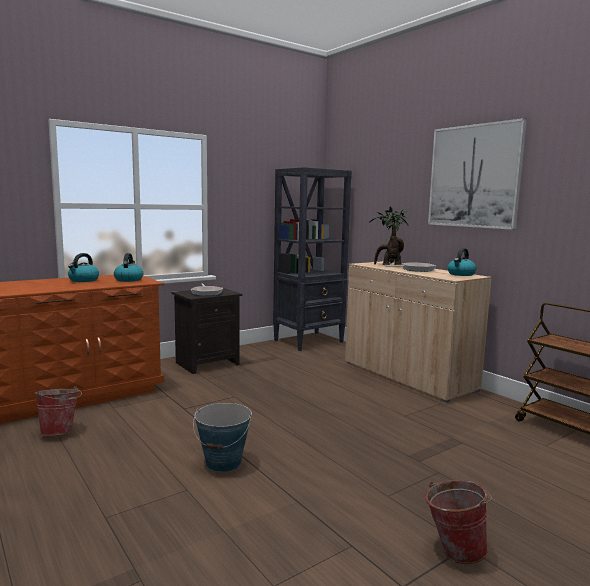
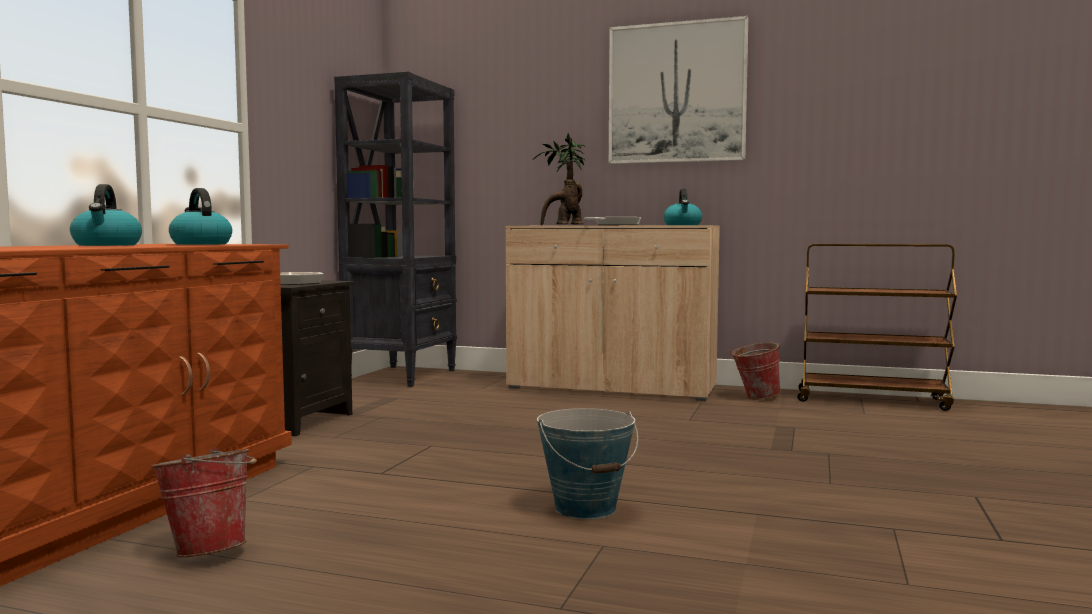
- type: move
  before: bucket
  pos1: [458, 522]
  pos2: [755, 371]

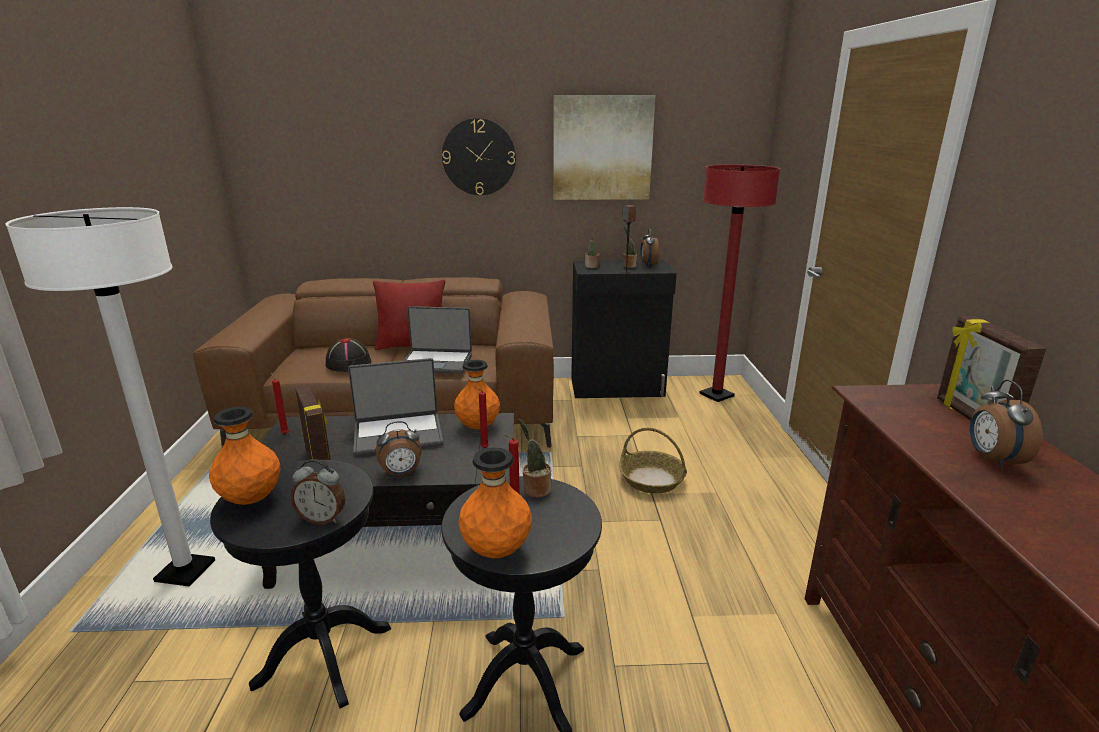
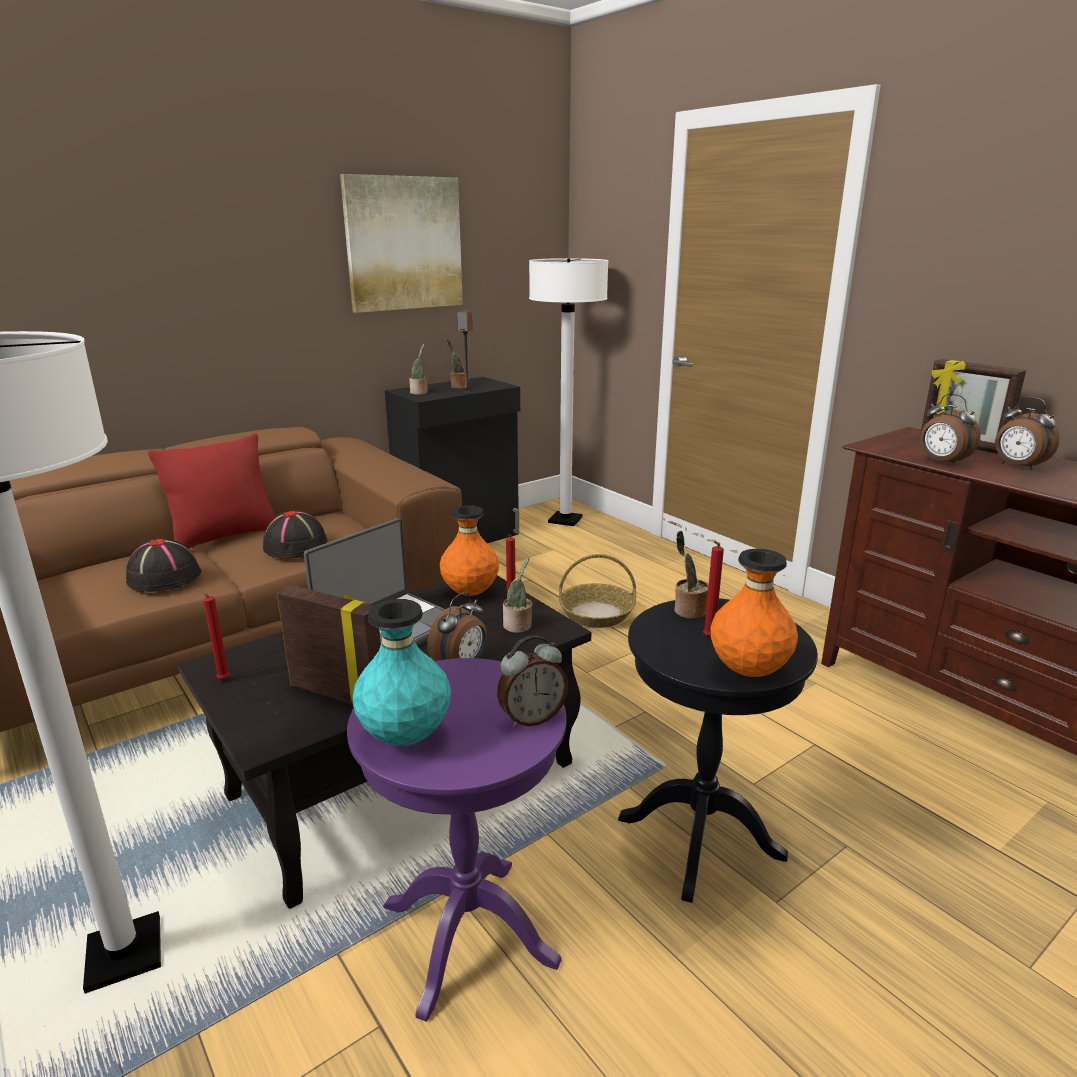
- type: delete
  before: wall clock
  pos1: [479, 156]
- type: recolor
  before: floor lamp in red
  after: floor lamp in white
  pos1: [739, 283]
  pos2: [569, 392]
- type: move
  before: alarm clock
  pos1: [649, 247]
  pos2: [950, 430]
- type: replace
  before: laptop
  after: hat in black
  pos1: [437, 340]
  pos2: [295, 535]
- type: recolor
  before: vase in orange
  after: vase in turquoise
  pos1: [245, 456]
  pos2: [402, 672]
- type: recolor
  before: side table in black
  after: side table in purple
  pos1: [300, 584]
  pos2: [457, 840]
- type: insert
  after: potted plant
  pos2: [517, 595]

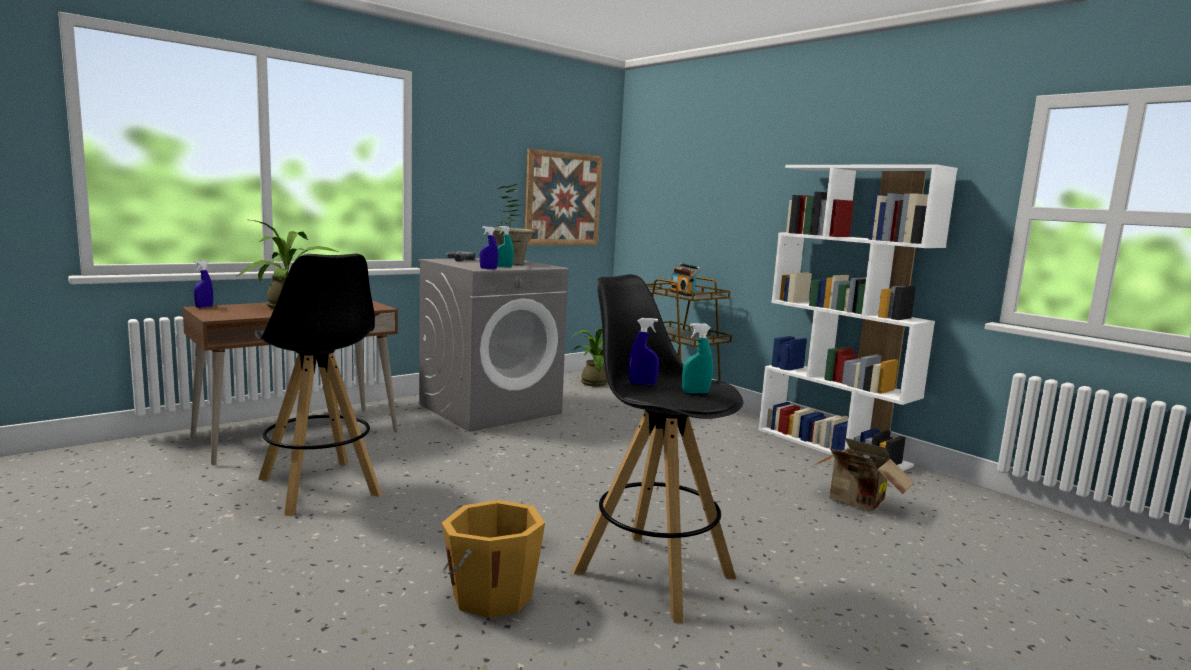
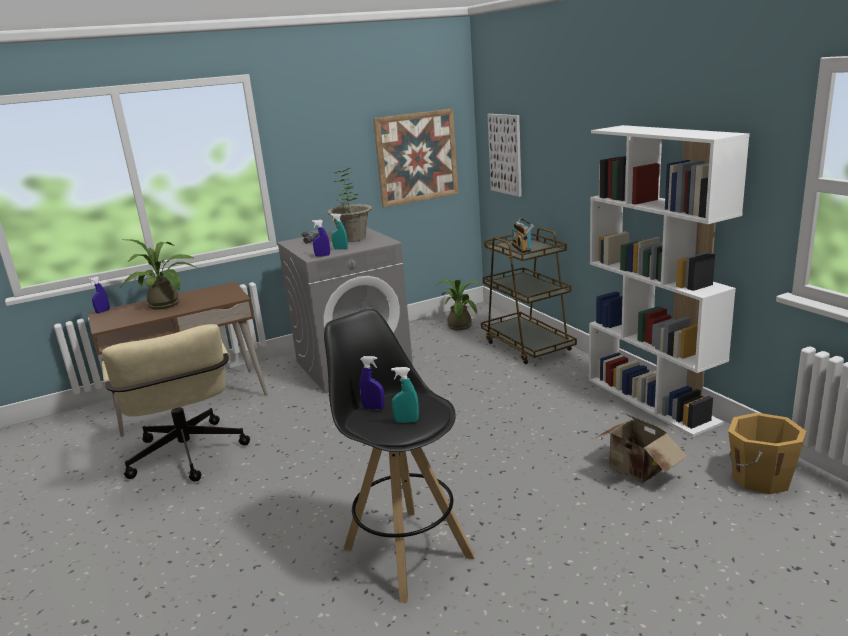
- type: replace
  before: stool in black
  after: office chair in beige
  pos1: [318, 384]
  pos2: [176, 403]
- type: move
  before: bucket in orange
  pos1: [493, 559]
  pos2: [767, 453]
- type: insert
  after: picture
  pos2: [504, 155]

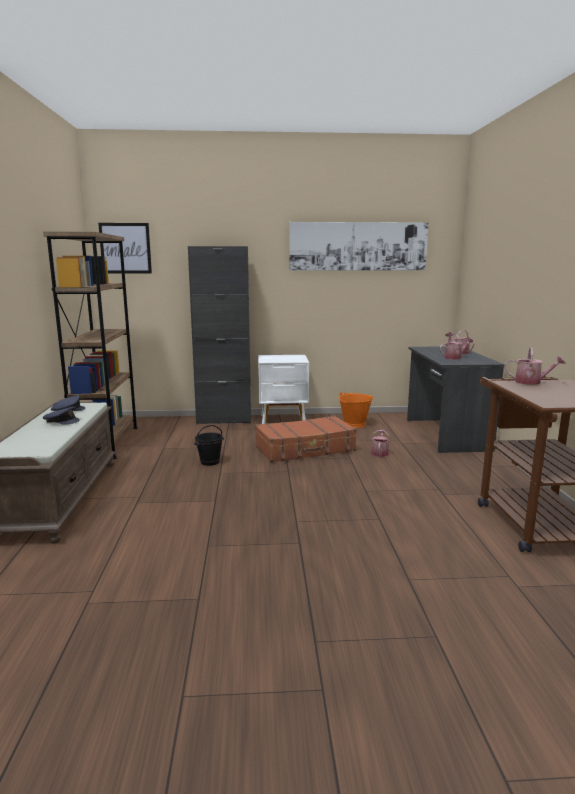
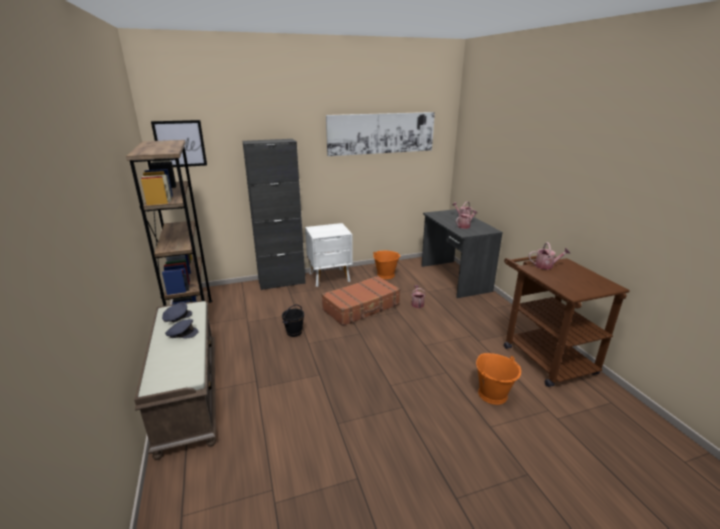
- type: insert
  after: bucket in orange
  pos2: [498, 379]

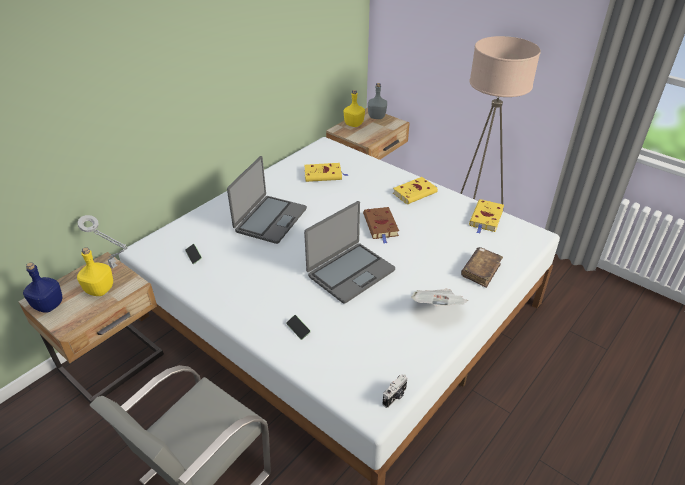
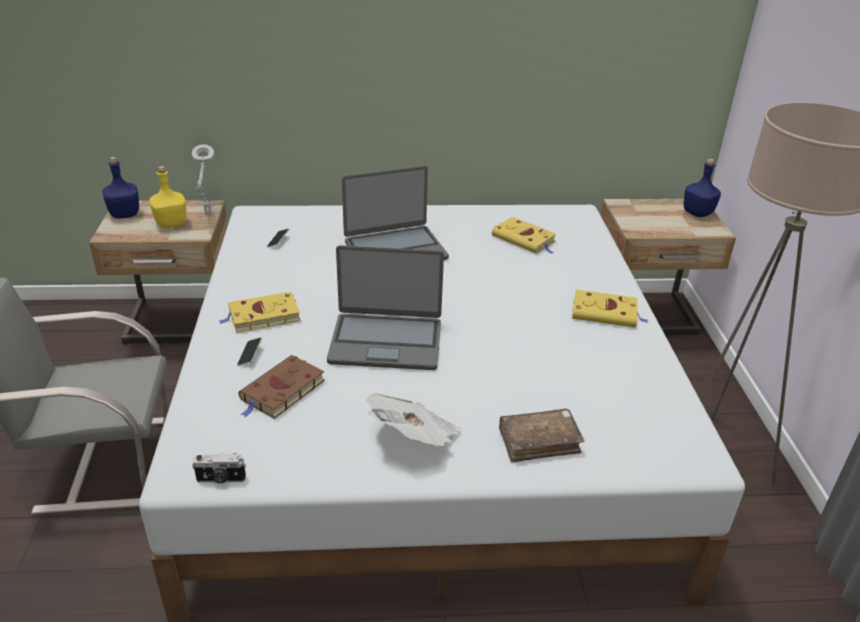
- type: recolor
  before: bottle in grey
  after: bottle in blue
  pos1: [377, 101]
  pos2: [702, 188]
- type: delete
  before: bottle in yellow
  pos1: [354, 108]
- type: move
  before: book in yellow
  pos1: [486, 216]
  pos2: [259, 312]
- type: move
  before: book in brown
  pos1: [381, 225]
  pos2: [282, 387]

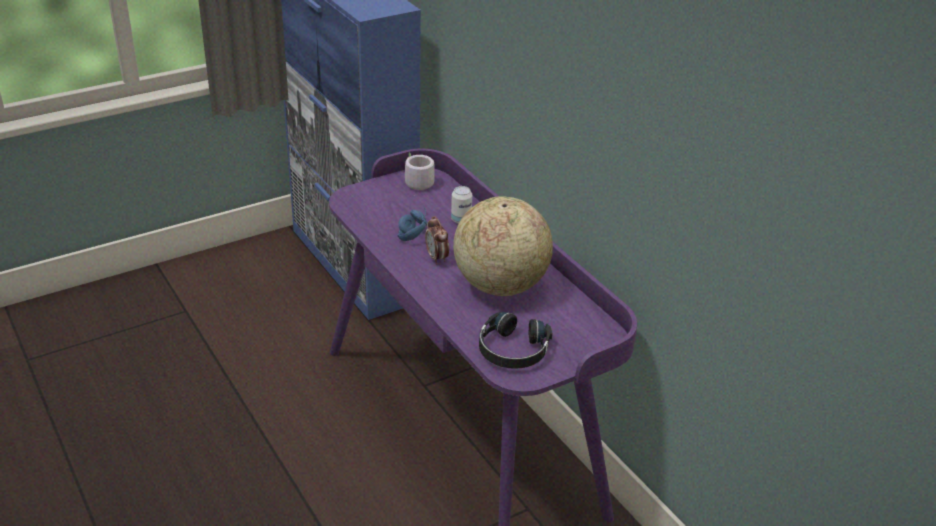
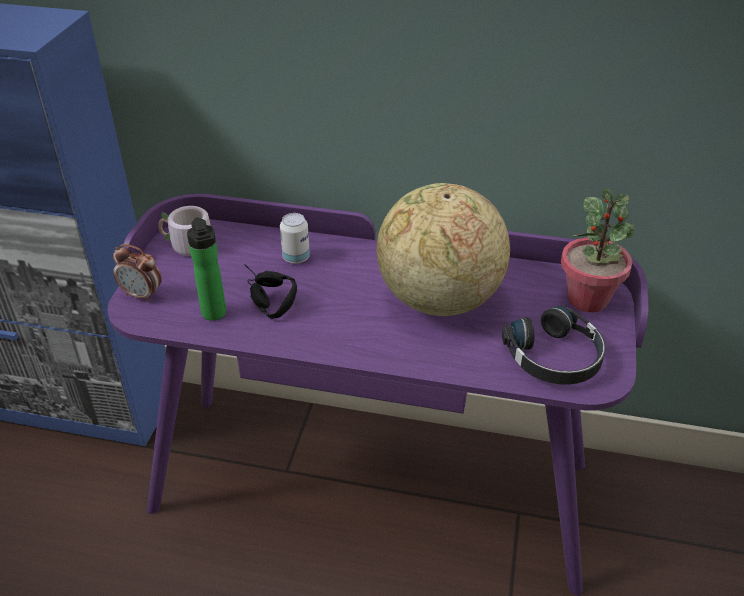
- type: recolor
  before: headphones in blue
  after: headphones in black
  pos1: [412, 223]
  pos2: [270, 291]
- type: move
  before: alarm clock
  pos1: [437, 240]
  pos2: [137, 273]
- type: insert
  after: potted plant
  pos2: [598, 250]
- type: insert
  after: bottle
  pos2: [206, 269]

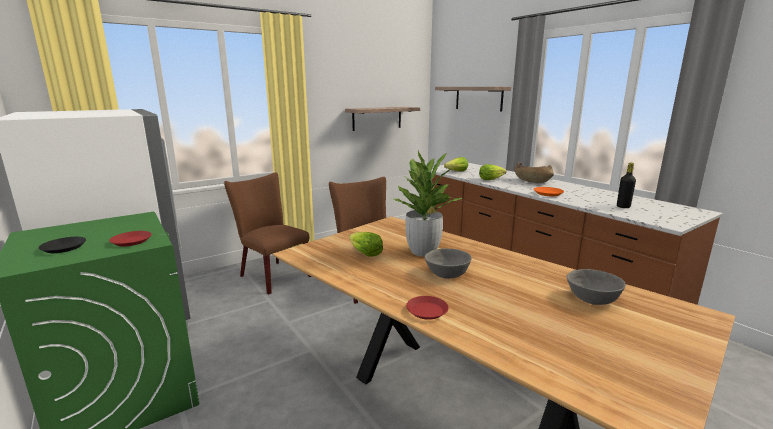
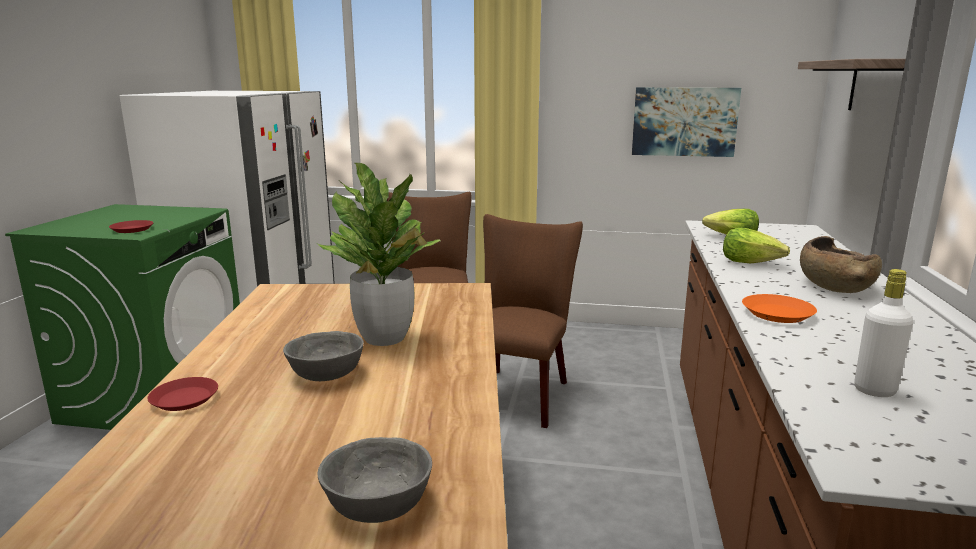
- type: replace
  before: shelf
  after: picture
  pos1: [382, 119]
  pos2: [686, 122]
- type: recolor
  before: bottle in black
  after: bottle in white
  pos1: [626, 185]
  pos2: [884, 333]
- type: delete
  before: lettuce
  pos1: [366, 244]
- type: delete
  before: plate in black
  pos1: [62, 245]

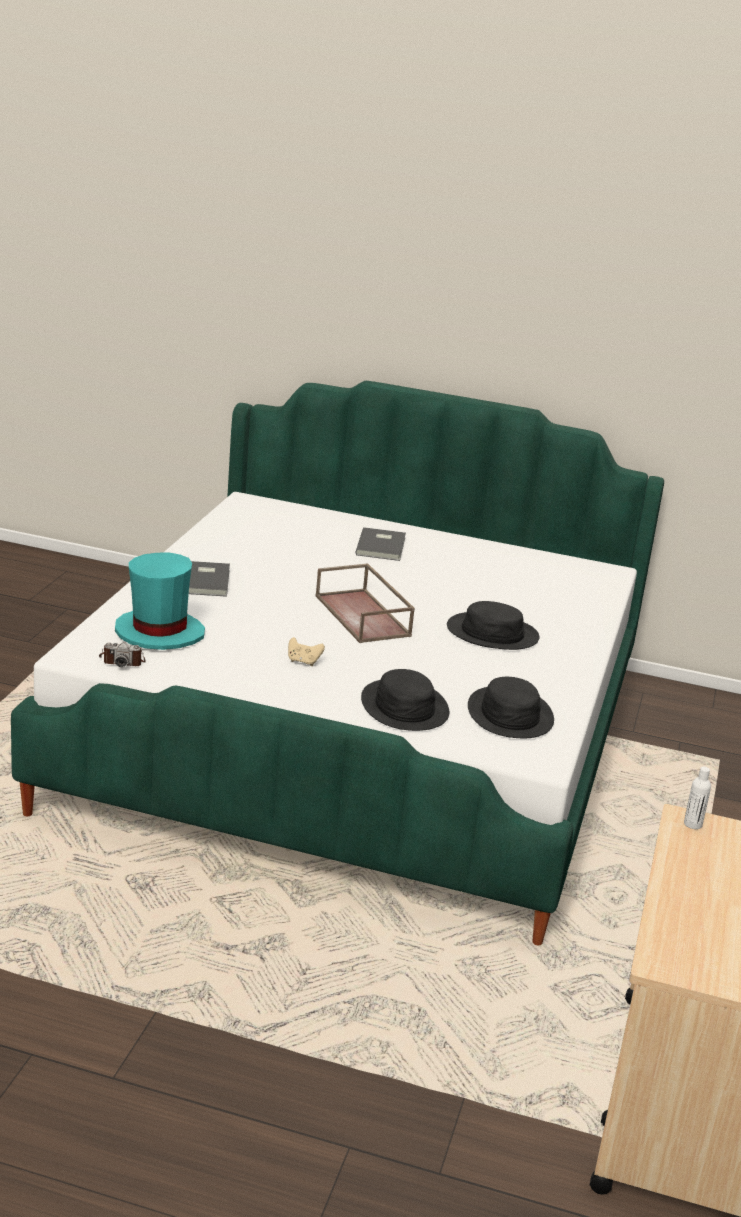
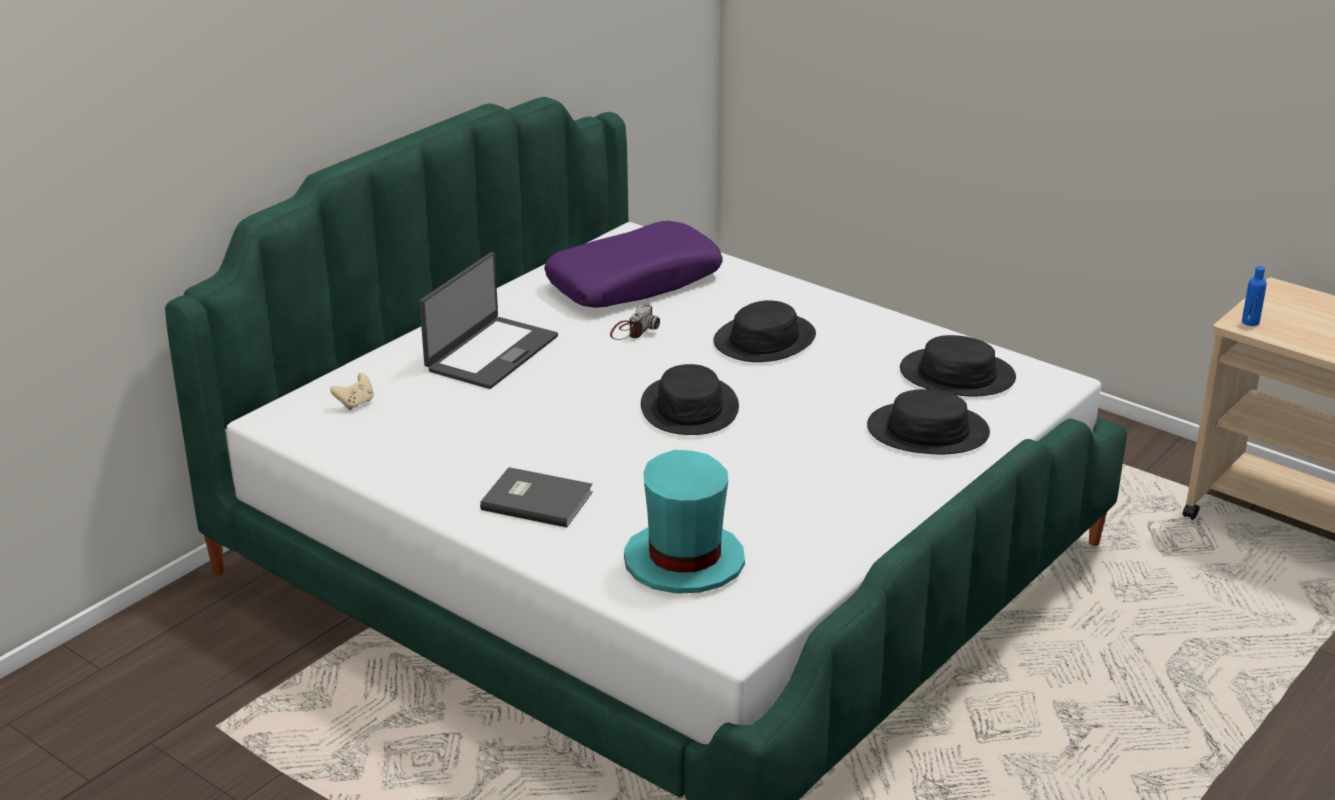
- type: replace
  before: book in grey
  after: laptop
  pos1: [380, 544]
  pos2: [488, 320]
- type: replace
  before: tray in brown
  after: hat in black
  pos1: [365, 603]
  pos2: [690, 399]
- type: move
  before: game controller in beige
  pos1: [306, 651]
  pos2: [352, 391]
- type: move
  before: photo camera
  pos1: [122, 654]
  pos2: [635, 321]
- type: recolor
  before: bottle in white
  after: bottle in blue
  pos1: [697, 798]
  pos2: [1254, 296]
- type: insert
  after: pillow in purple
  pos2: [633, 264]

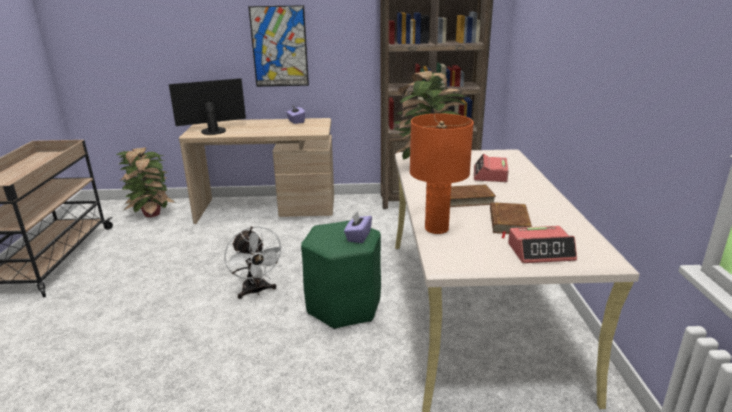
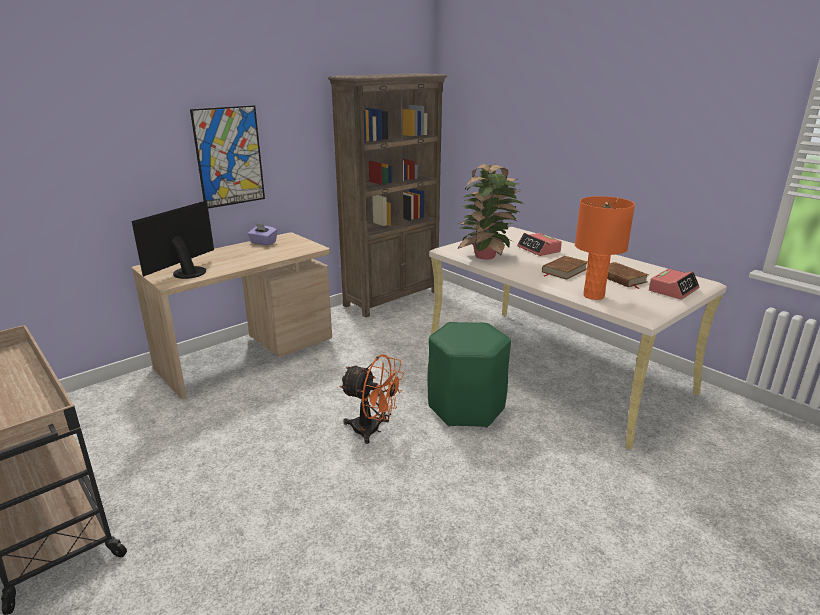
- type: delete
  before: potted plant
  pos1: [146, 182]
- type: delete
  before: tissue box in purple
  pos1: [358, 227]
- type: recolor
  before: fan in white
  after: fan in orange
  pos1: [254, 262]
  pos2: [372, 399]

